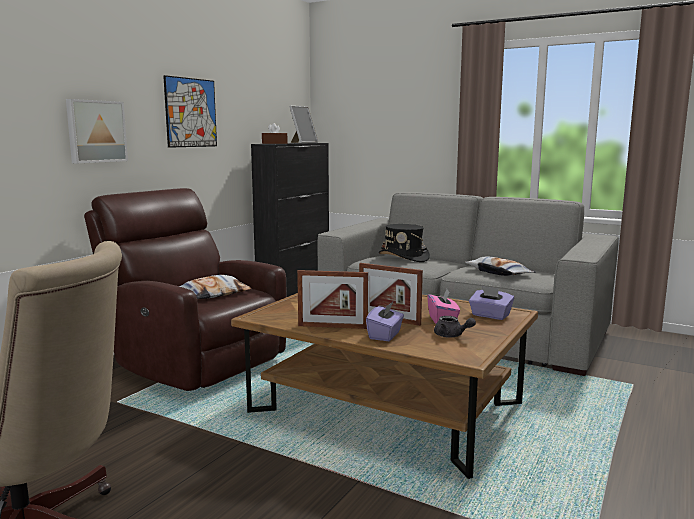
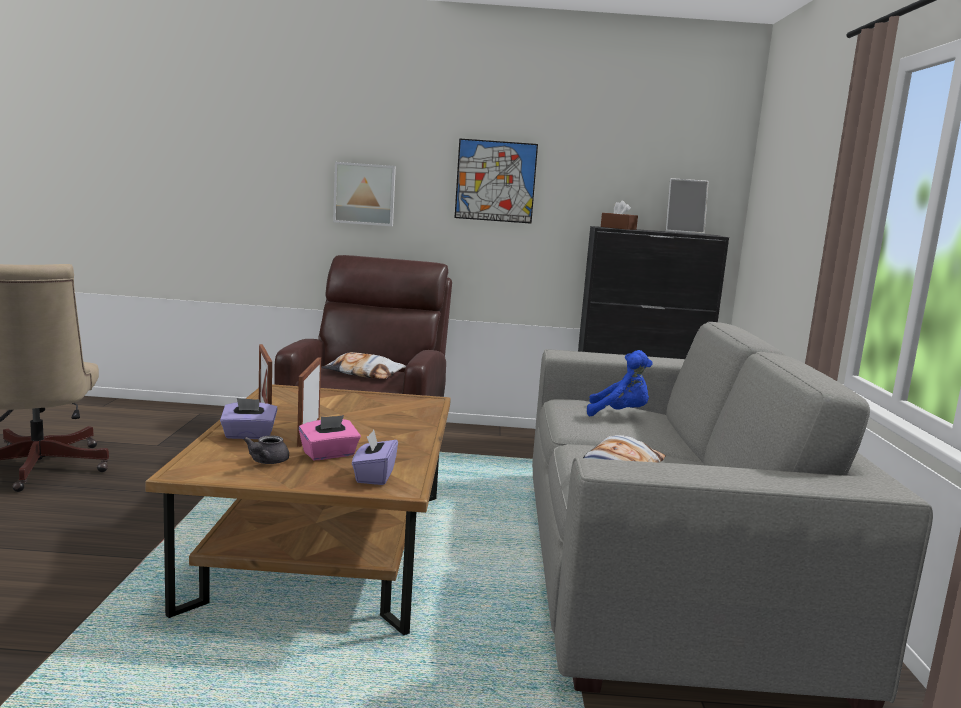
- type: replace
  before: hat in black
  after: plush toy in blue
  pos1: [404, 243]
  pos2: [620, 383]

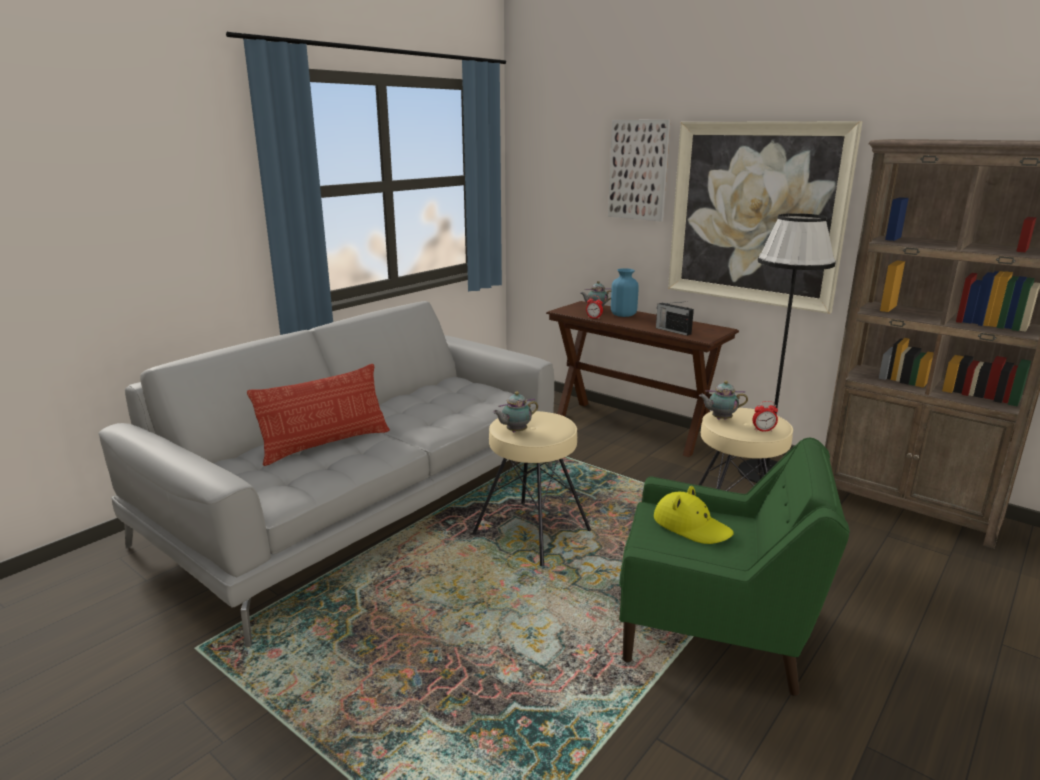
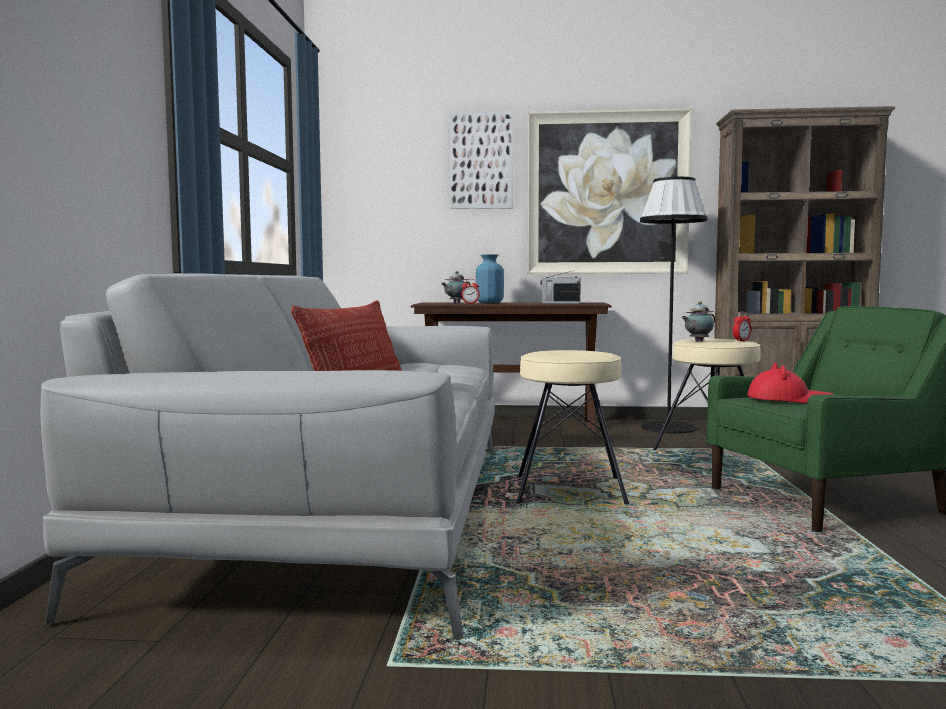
- type: delete
  before: teapot
  pos1: [515, 412]
- type: recolor
  before: hat in yellow
  after: hat in red
  pos1: [694, 515]
  pos2: [790, 383]

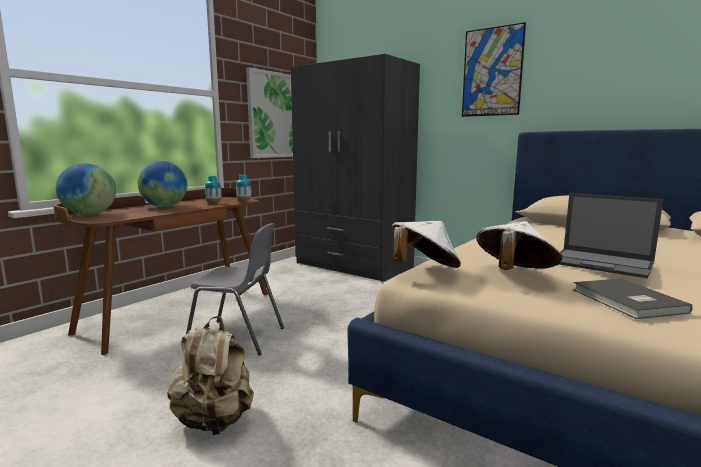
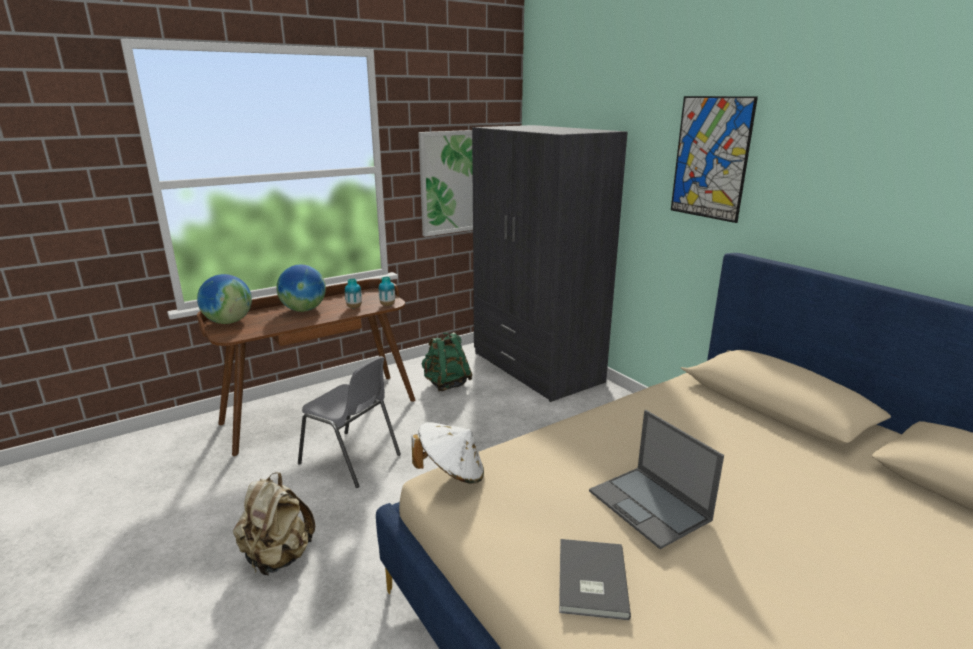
- type: delete
  before: hat in white
  pos1: [519, 245]
- type: insert
  after: backpack in green
  pos2: [447, 361]

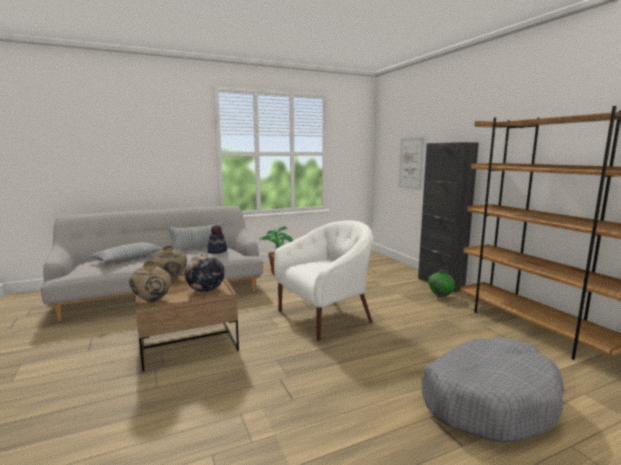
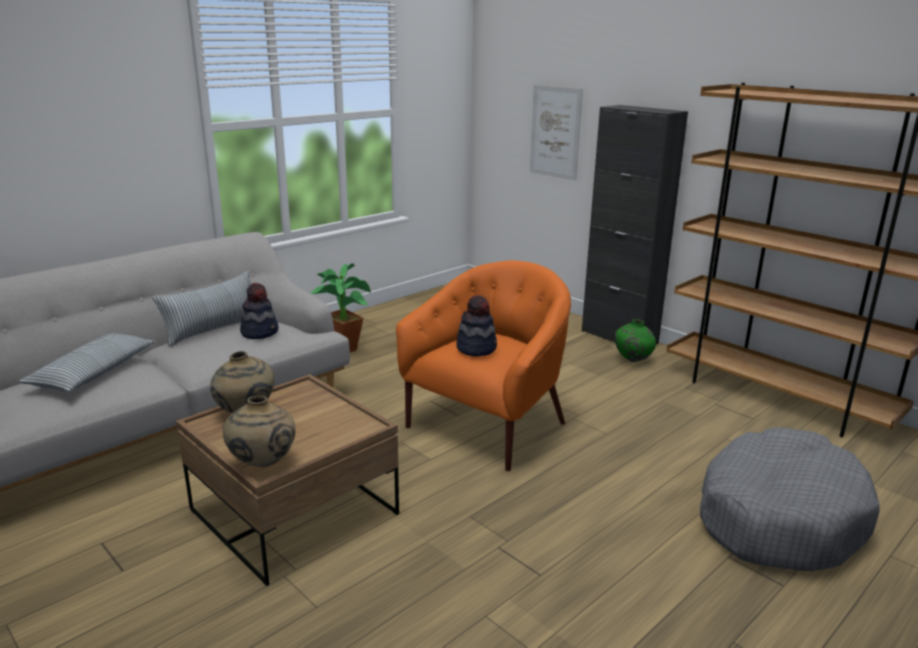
- type: recolor
  before: armchair in white
  after: armchair in orange
  pos1: [323, 280]
  pos2: [483, 366]
- type: delete
  before: globe
  pos1: [205, 272]
- type: insert
  after: hat
  pos2: [476, 326]

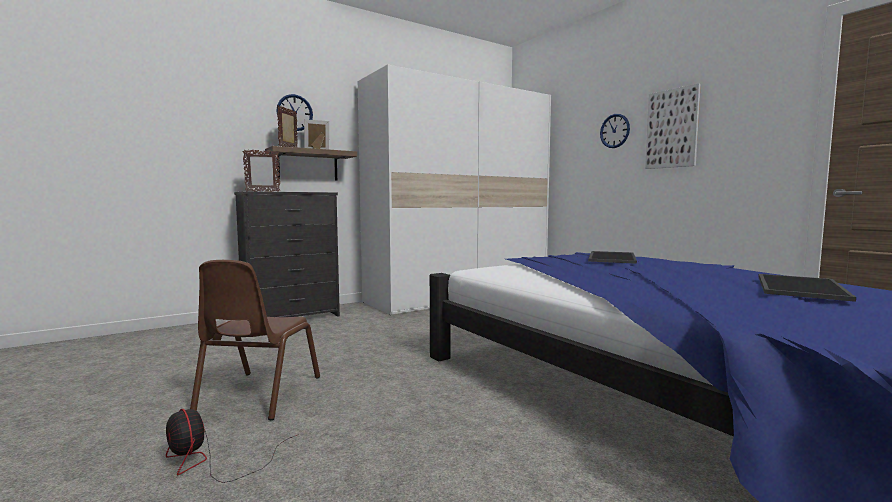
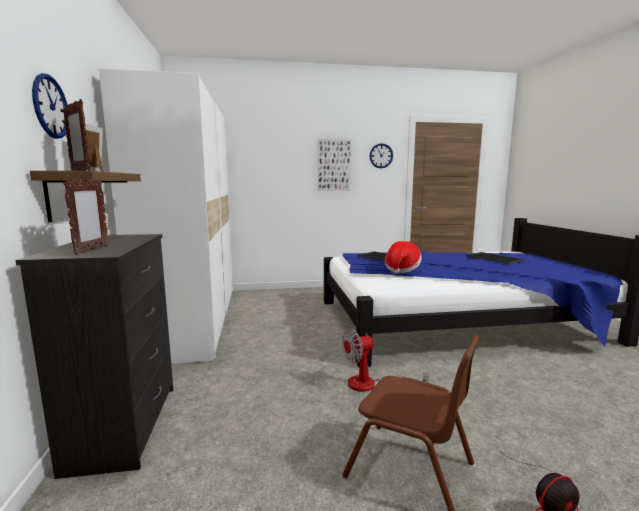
- type: move
  before: wall clock
  pos1: [615, 131]
  pos2: [381, 155]
- type: insert
  after: hat
  pos2: [403, 257]
- type: insert
  after: fan
  pos2: [385, 360]

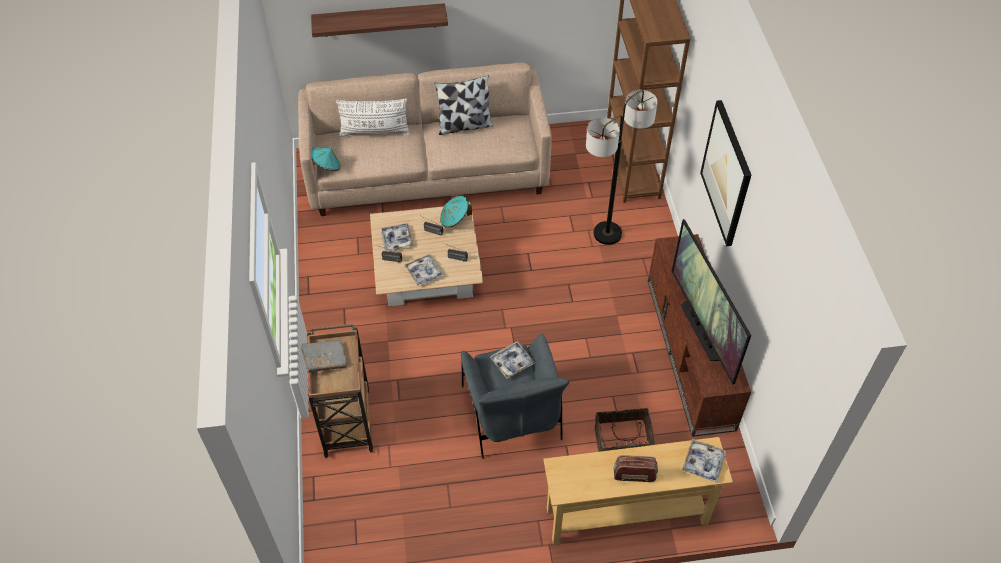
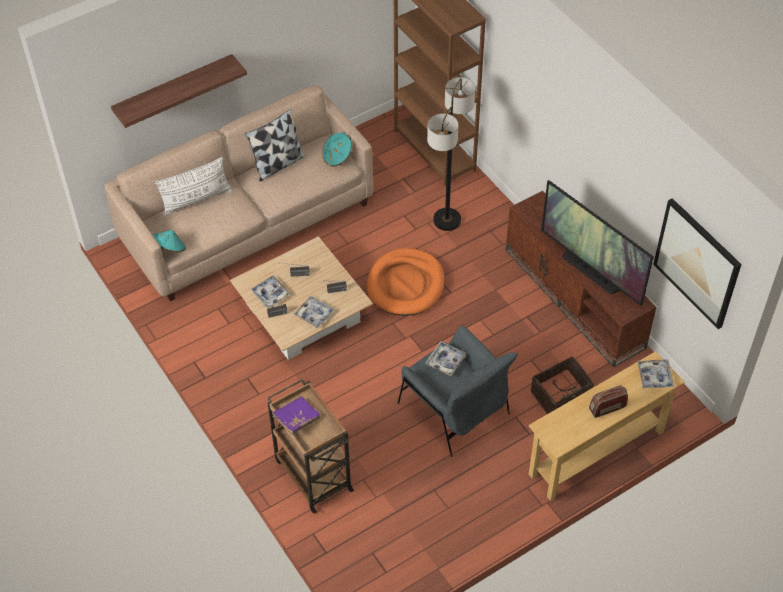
- type: move
  before: picture
  pos1: [725, 173]
  pos2: [697, 263]
- type: move
  before: hat in turquoise
  pos1: [456, 212]
  pos2: [337, 150]
- type: recolor
  before: book in grey
  after: book in purple
  pos1: [324, 356]
  pos2: [296, 415]
- type: insert
  after: dog bed in orange
  pos2: [405, 282]

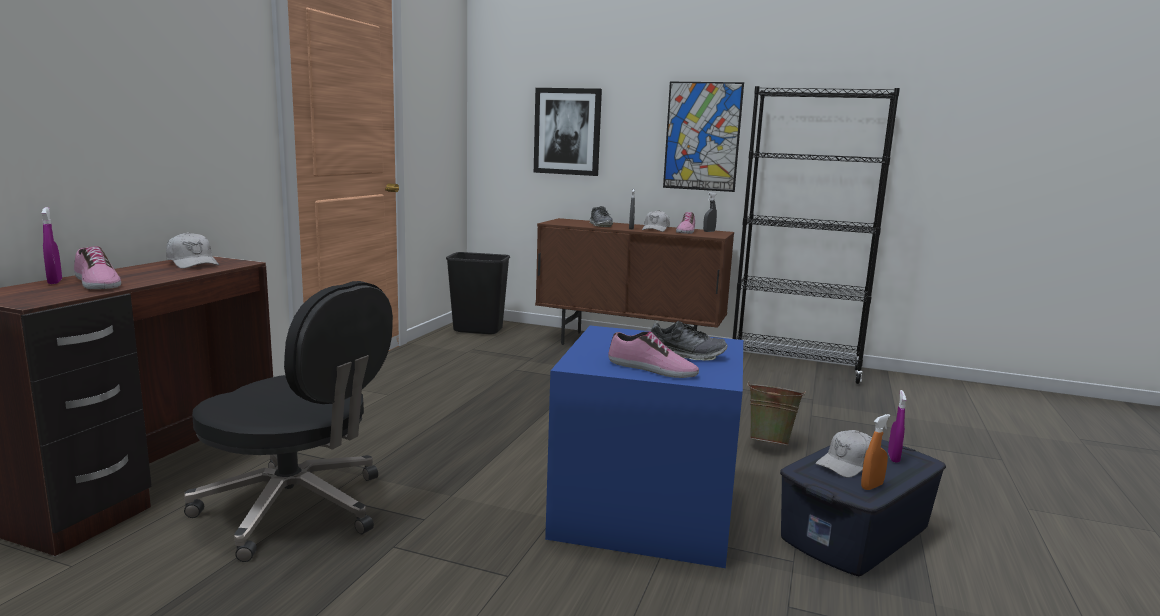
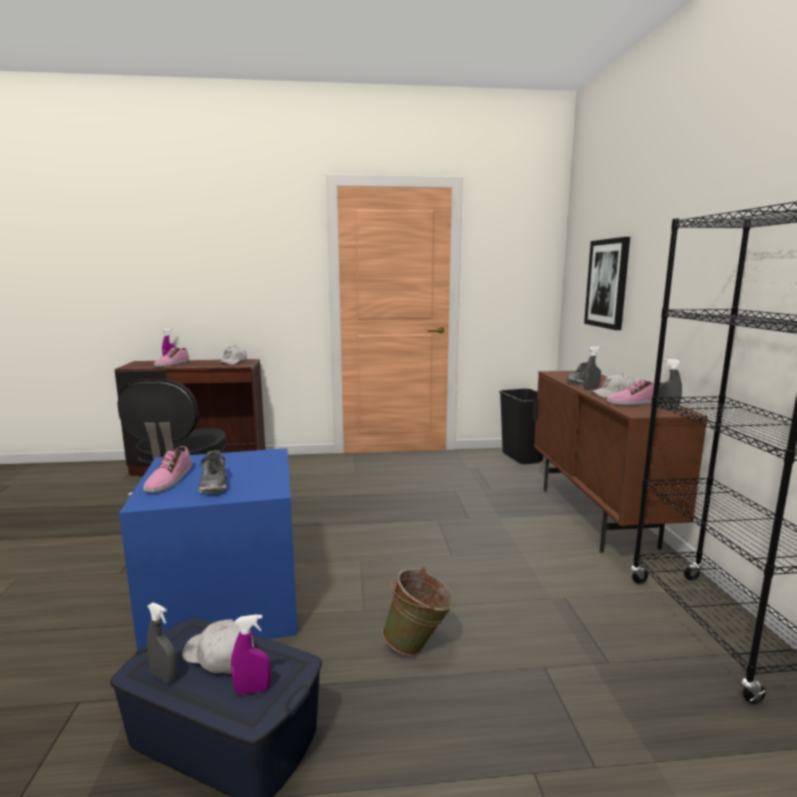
- type: delete
  before: picture
  pos1: [703, 137]
- type: recolor
  before: spray bottle in orange
  after: spray bottle in grey
  pos1: [876, 452]
  pos2: [162, 642]

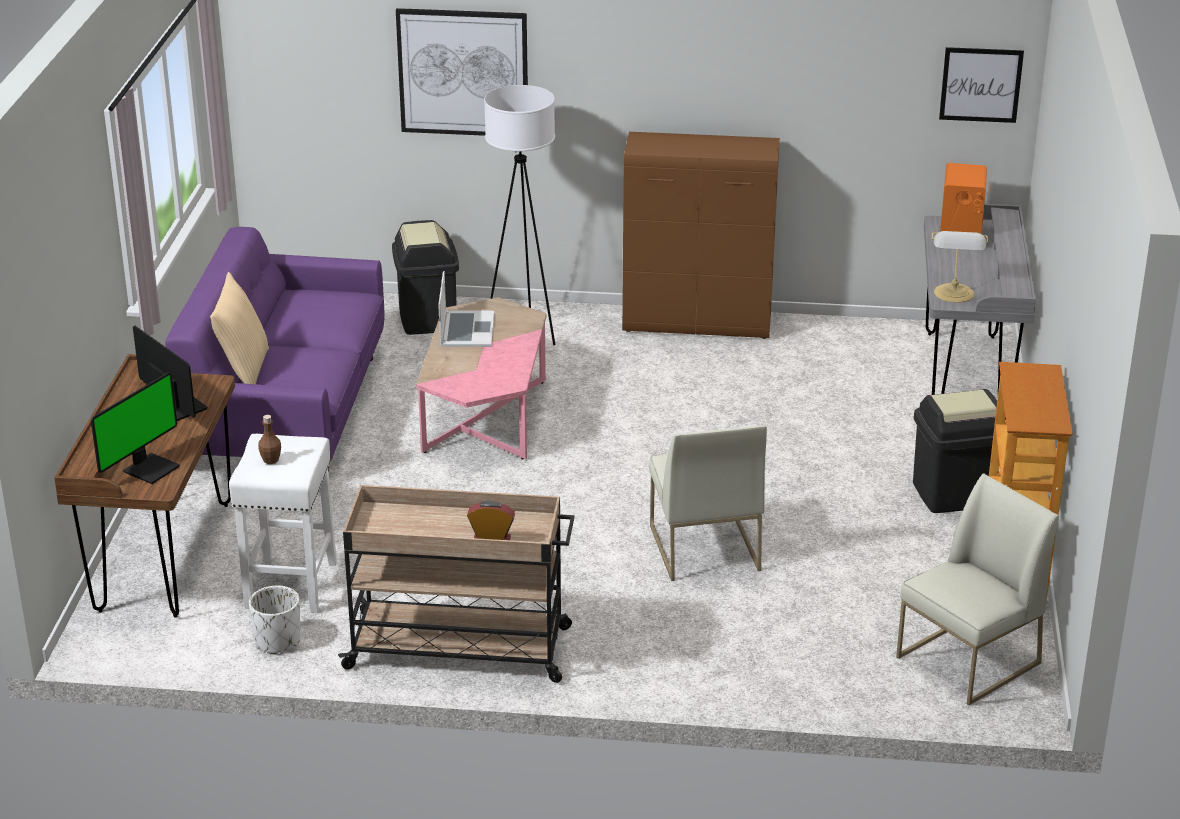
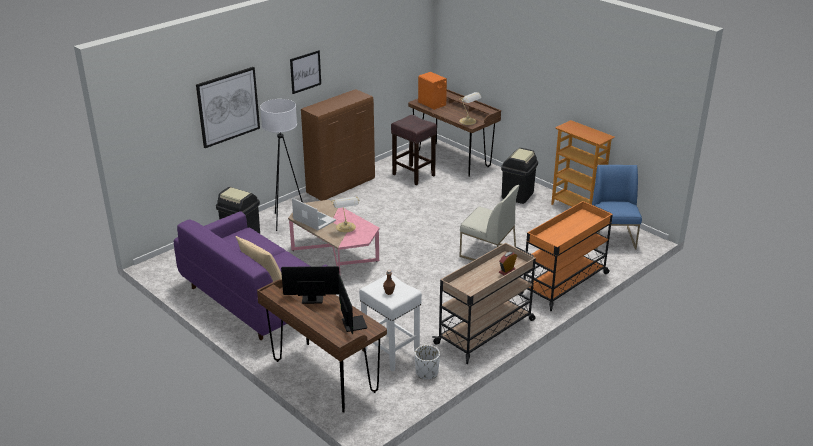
- type: move
  before: picture
  pos1: [981, 85]
  pos2: [305, 72]
- type: recolor
  before: desk in grey
  after: desk in brown
  pos1: [980, 312]
  pos2: [454, 133]
- type: recolor
  before: chair in white
  after: chair in blue
  pos1: [977, 589]
  pos2: [617, 207]
- type: insert
  after: stool in brown
  pos2: [414, 150]
- type: insert
  after: table lamp
  pos2: [345, 215]
- type: insert
  after: cart in orange
  pos2: [566, 256]

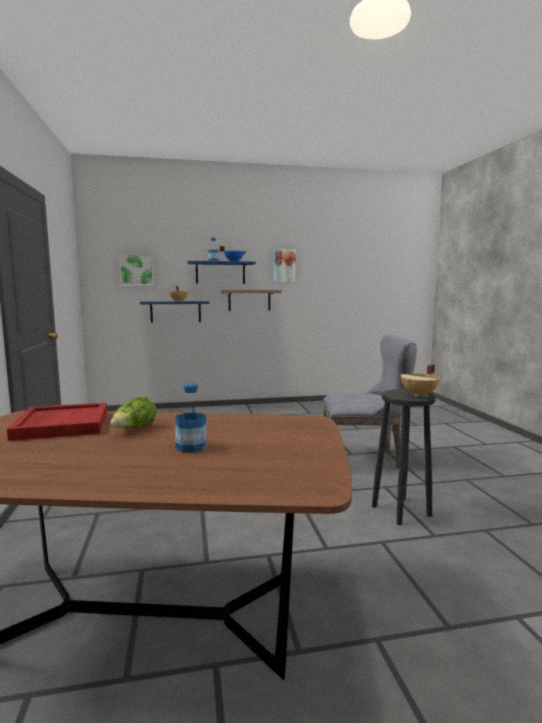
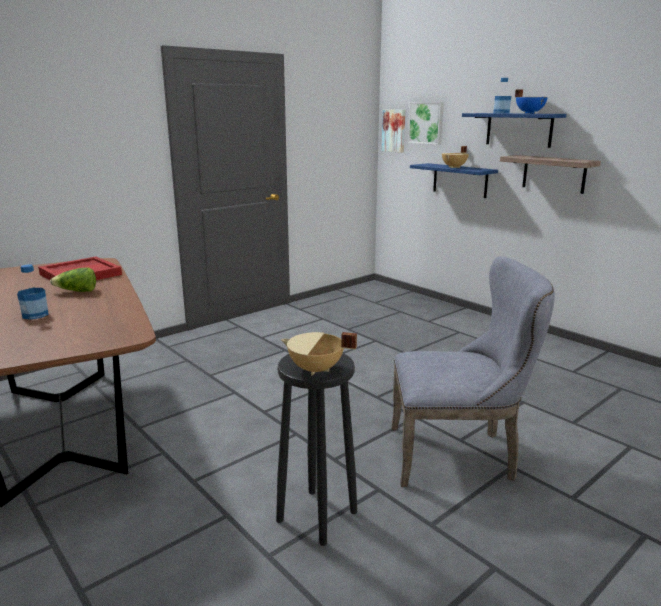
- type: move
  before: picture
  pos1: [285, 265]
  pos2: [393, 131]
- type: rotate
  before: chair in grey
  pos1: [370, 401]
  pos2: [473, 371]
  turn: -60

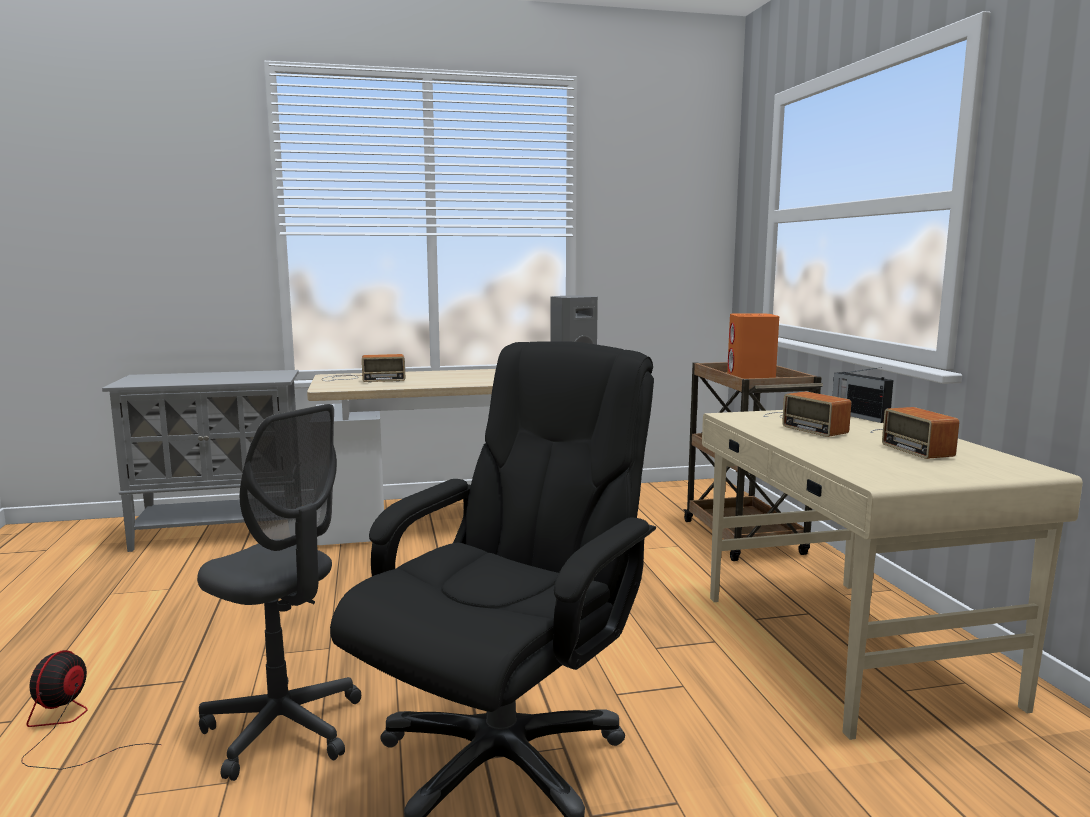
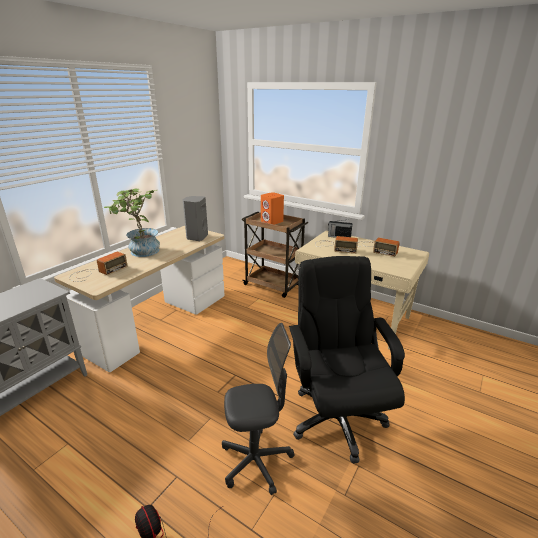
- type: insert
  after: potted plant
  pos2: [132, 223]

